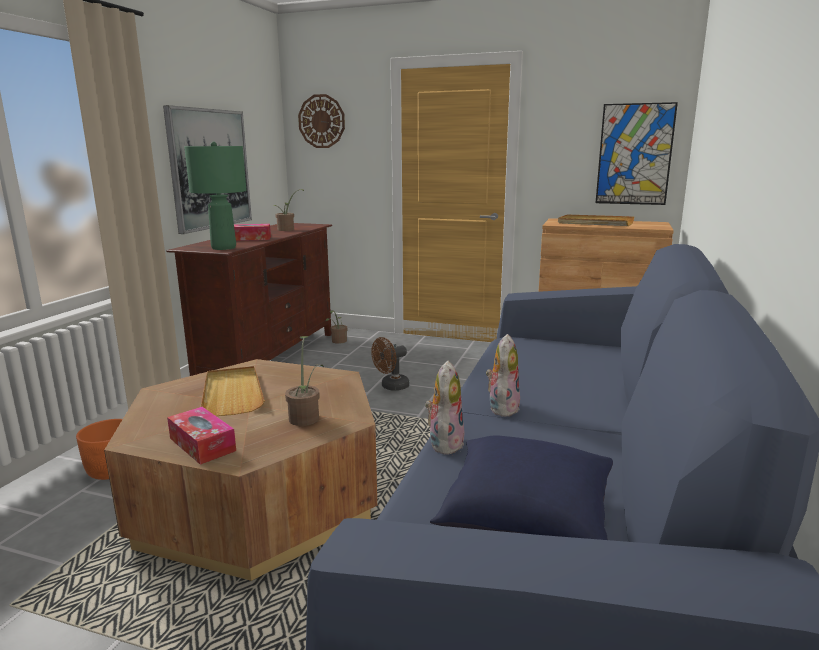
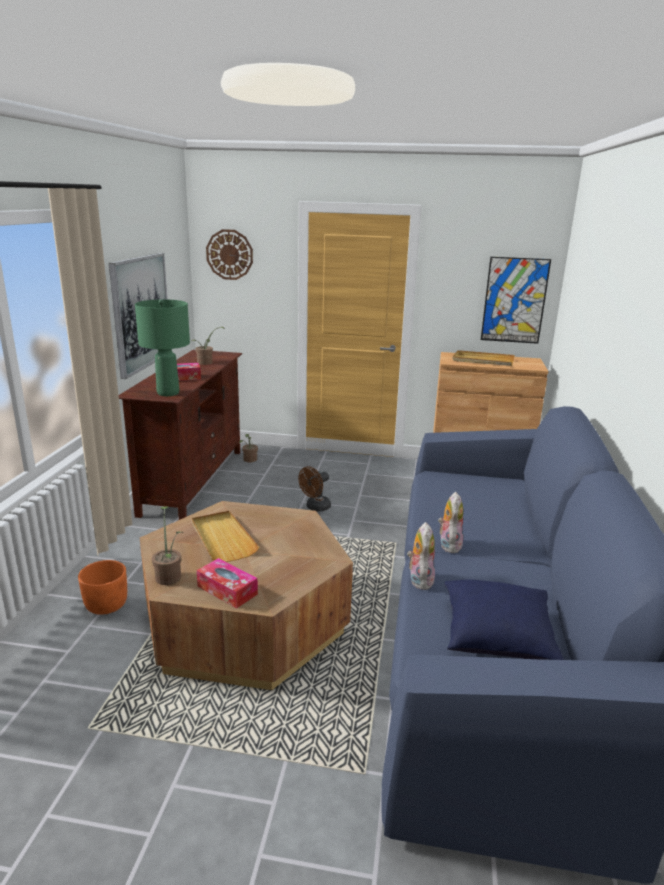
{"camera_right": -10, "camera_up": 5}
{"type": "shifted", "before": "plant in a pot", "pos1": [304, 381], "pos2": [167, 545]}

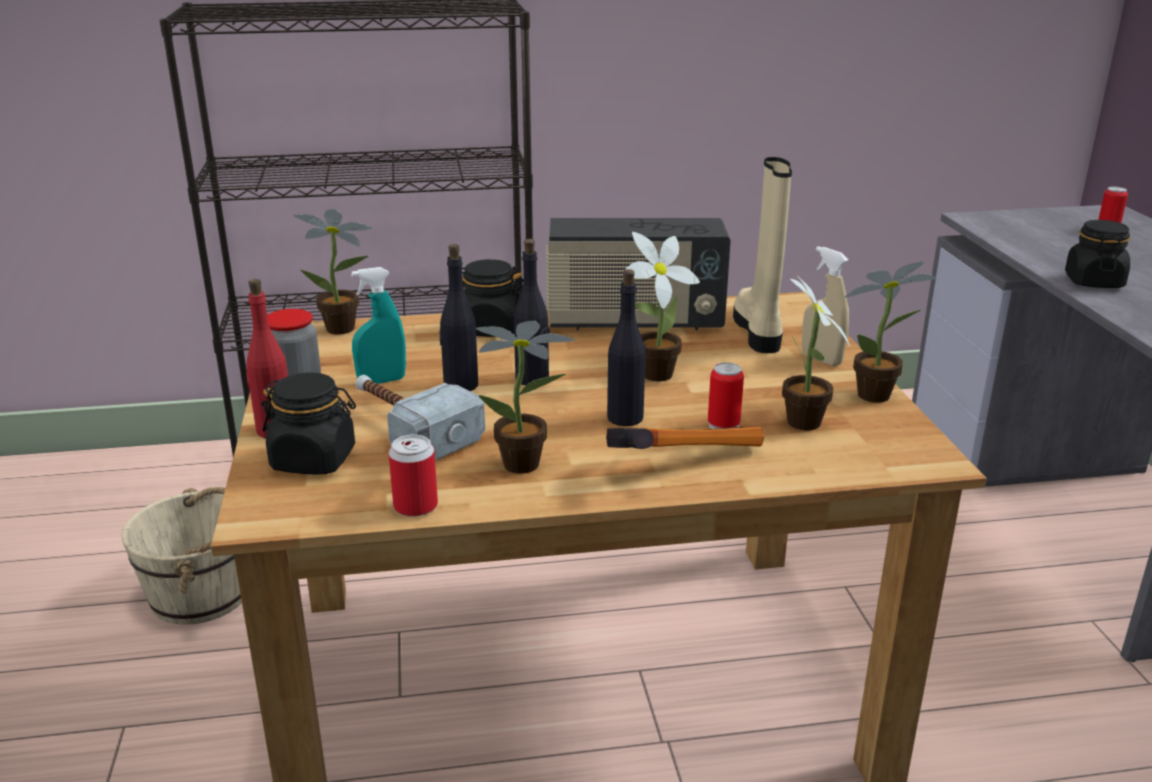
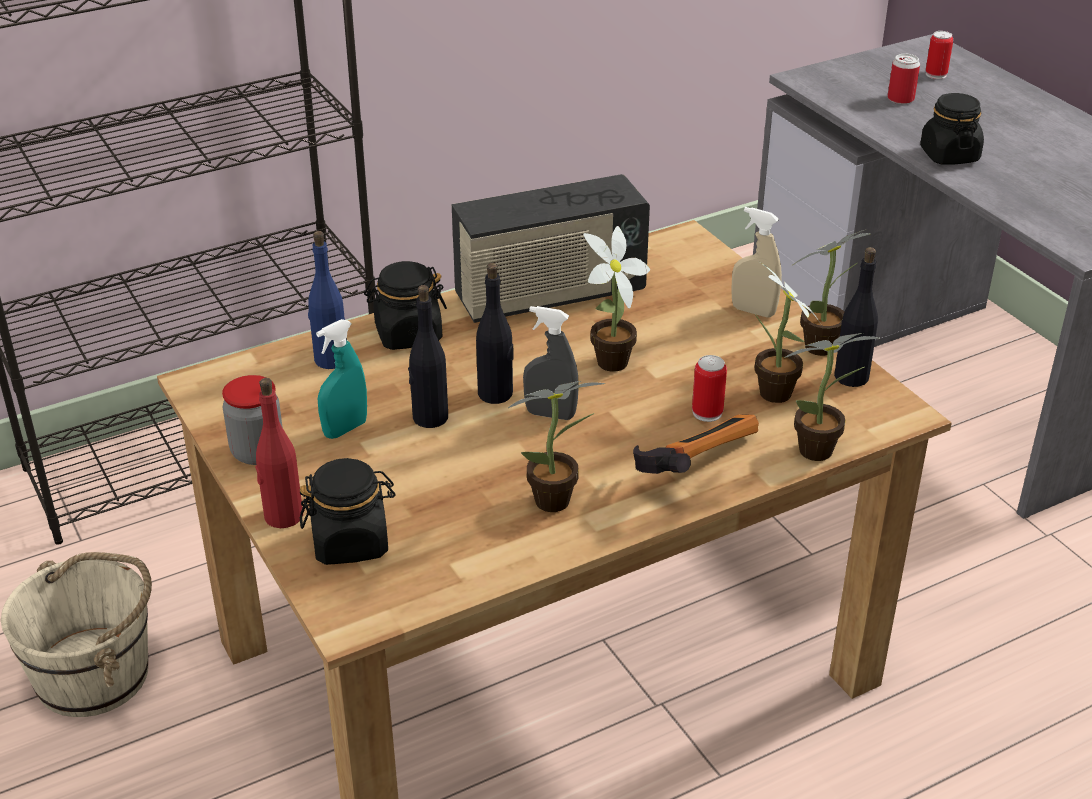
{"camera_right": -20, "camera_up": 10}
{"type": "shifted", "before": "plant in a pot", "pos1": [332, 271], "pos2": [831, 397]}
{"type": "gone", "before": "hammer", "pos1": [420, 417]}
{"type": "shifted", "before": "metal can", "pos1": [413, 475], "pos2": [903, 79]}
{"type": "shifted", "before": "beverage bottle in black", "pos1": [626, 347], "pos2": [856, 317]}
{"type": "gone", "before": "tall boot in sand-coloured", "pos1": [762, 255]}
{"type": "new", "after": "beverage bottle in bluish", "pos2": [327, 300]}
{"type": "new", "after": "hand sprayer in gray", "pos2": [551, 363]}

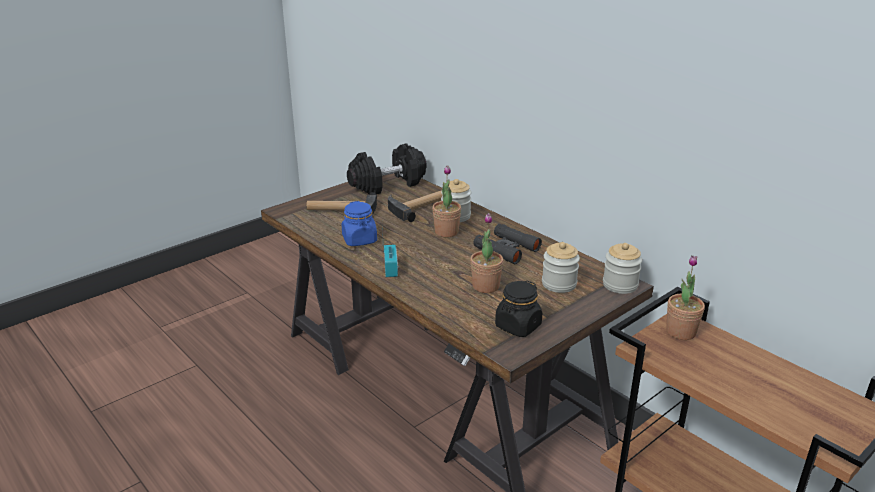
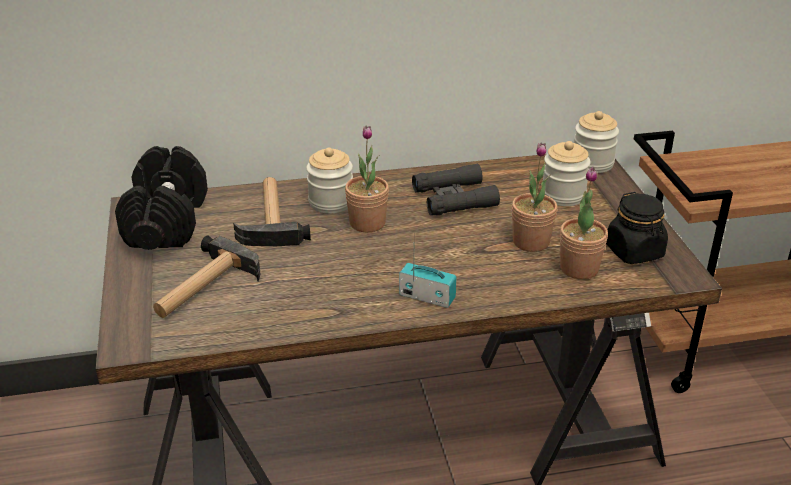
{"camera_right": -60, "camera_up": 5}
{"type": "gone", "before": "jar in bluish", "pos1": [359, 223]}
{"type": "shifted", "before": "plant in a pot", "pos1": [685, 298], "pos2": [584, 222]}

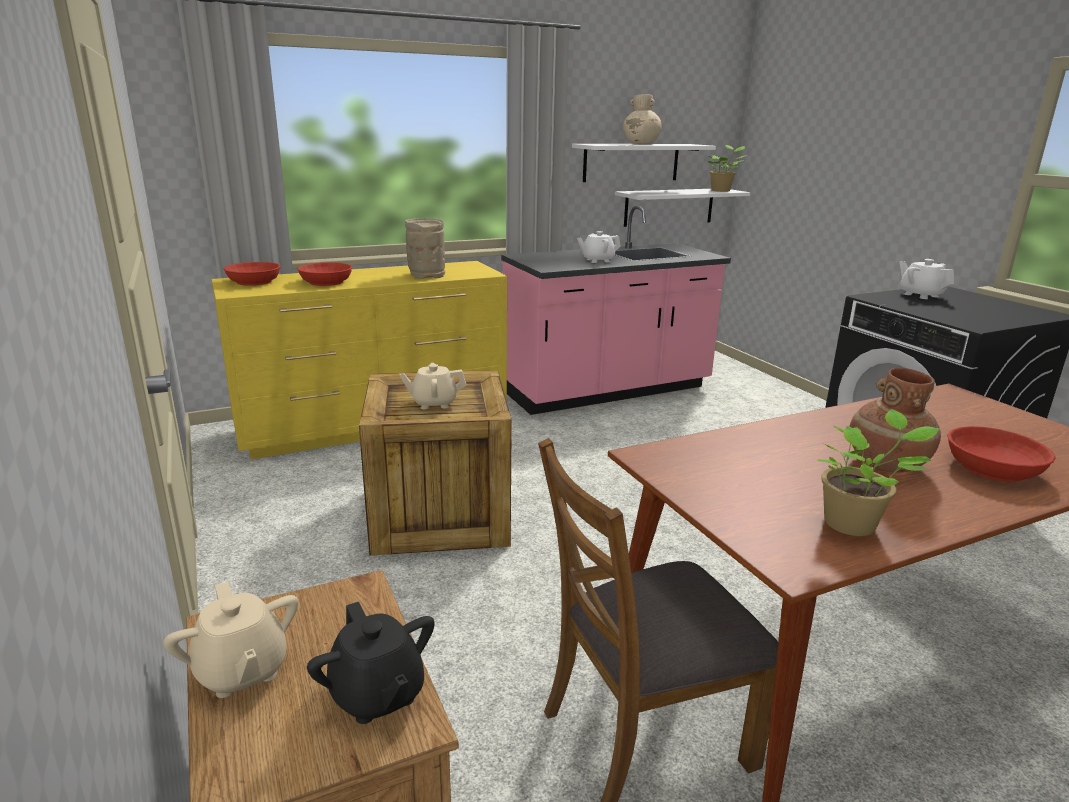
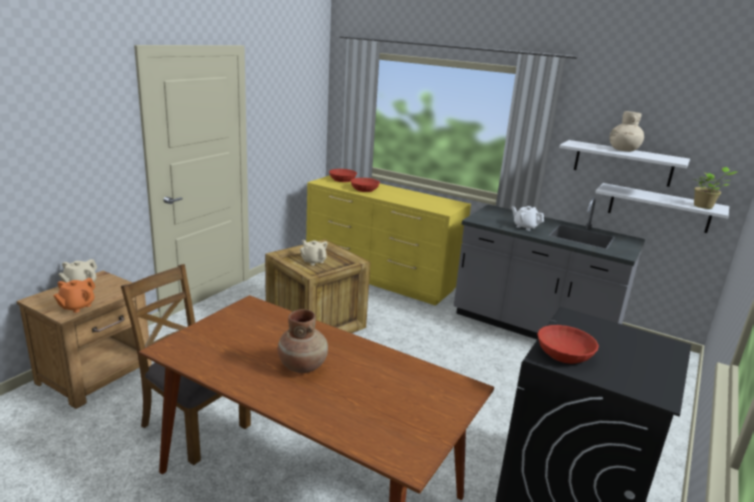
{"camera_right": 55, "camera_up": 0}
{"type": "repainted", "before": "pot for tea in black", "after": "pot for tea in orange-coloured", "pos1": [371, 663], "pos2": [74, 295]}
{"type": "gone", "before": "flower vase in sand-coloured", "pos1": [425, 248]}
{"type": "repainted", "before": "counter in pink-coloured", "after": "counter in gray", "pos1": [616, 310], "pos2": [550, 268]}
{"type": "gone", "before": "plant in a pot", "pos1": [878, 472]}
{"type": "gone", "before": "pot for tea in whitish", "pos1": [927, 279]}
{"type": "shifted", "before": "bowl in red", "pos1": [1001, 454], "pos2": [568, 344]}

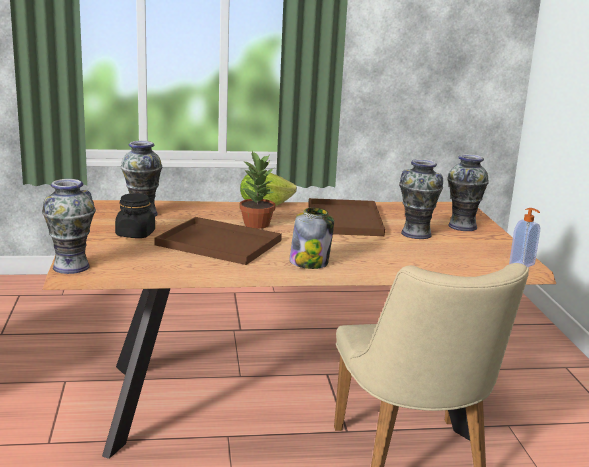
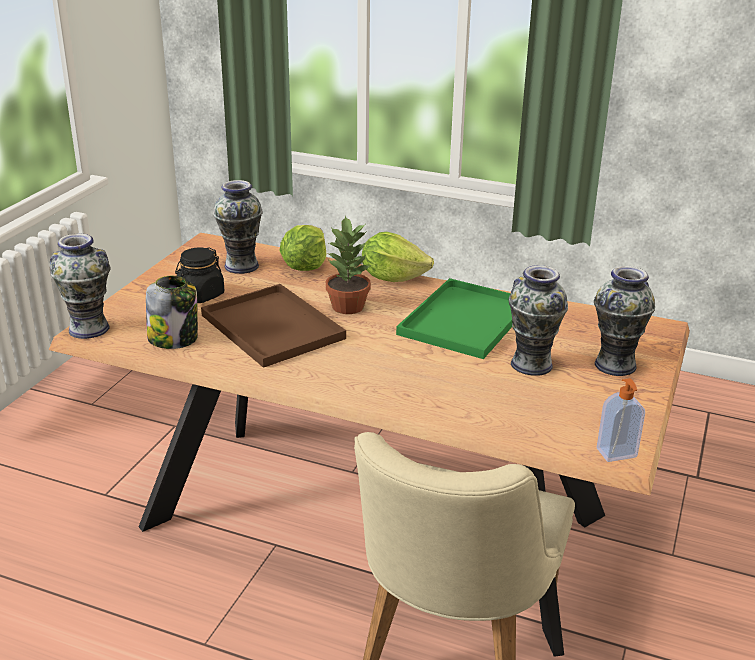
{"camera_right": 30, "camera_up": 10}
{"type": "shifted", "before": "jar", "pos1": [311, 238], "pos2": [172, 312]}
{"type": "repainted", "before": "carrying tray in brownish", "after": "carrying tray in green", "pos1": [347, 217], "pos2": [454, 318]}
{"type": "new", "after": "lettuce", "pos2": [302, 248]}

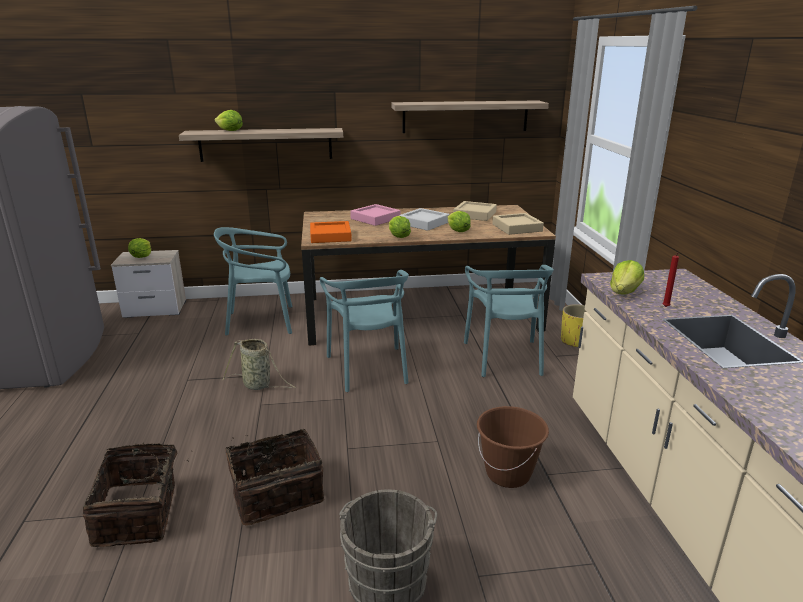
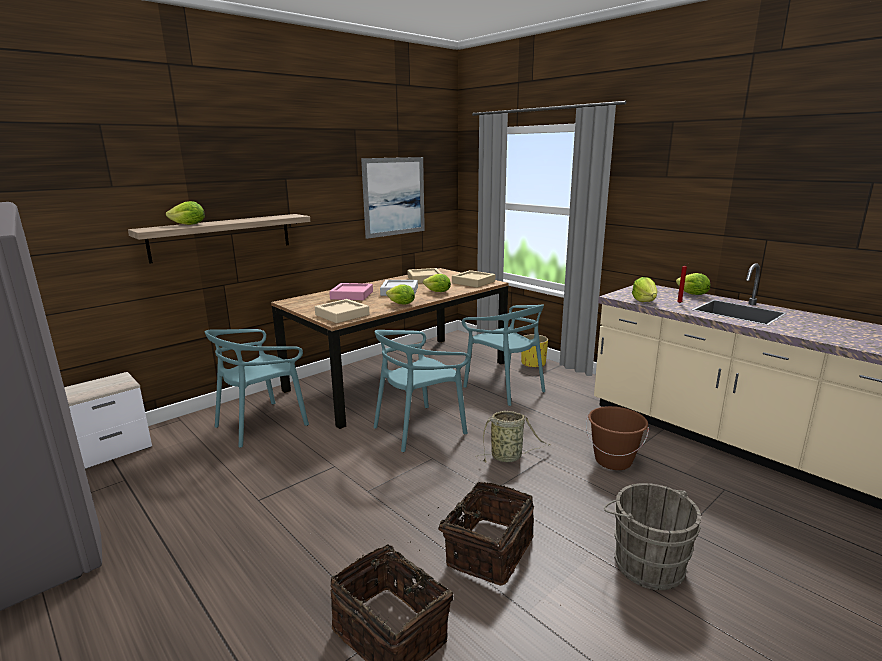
{"camera_right": -35, "camera_up": -5}
{"type": "shifted", "before": "lettuce", "pos1": [139, 248], "pos2": [693, 284]}
{"type": "shifted", "before": "basket", "pos1": [259, 364], "pos2": [513, 437]}
{"type": "repainted", "before": "carrying tray in orange-coloured", "after": "carrying tray in sand-coloured", "pos1": [331, 232], "pos2": [342, 311]}
{"type": "rotated", "before": "plain chair in turquoise-coloured", "pos1": [364, 331], "pos2": [422, 391], "turn": 105}
{"type": "swapped", "before": "wall shelf", "after": "wall art", "pos1": [470, 116], "pos2": [393, 198]}

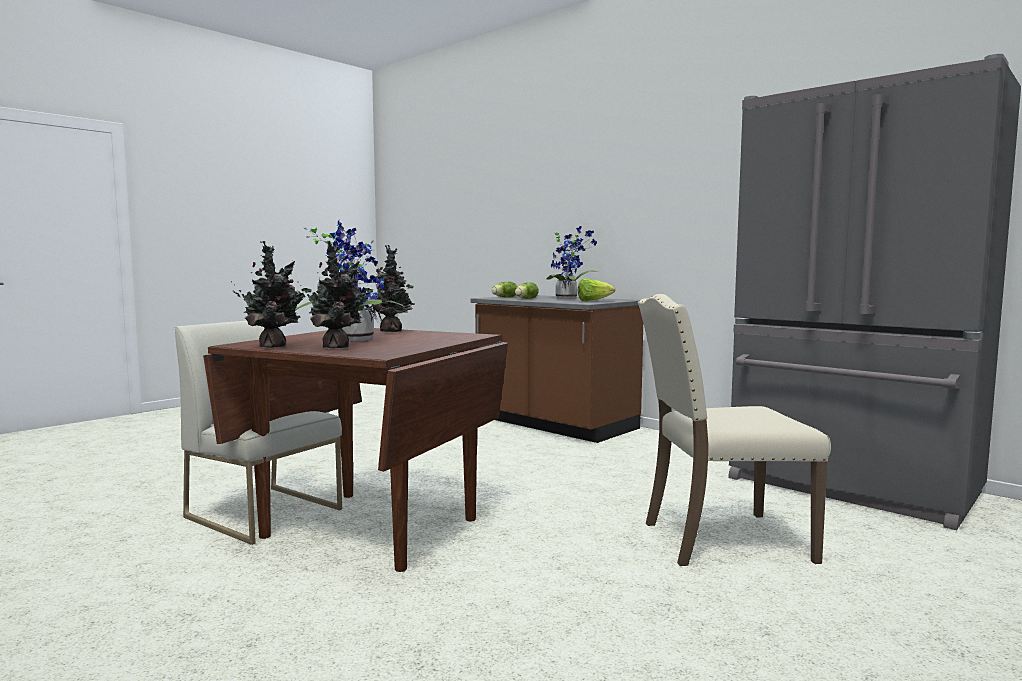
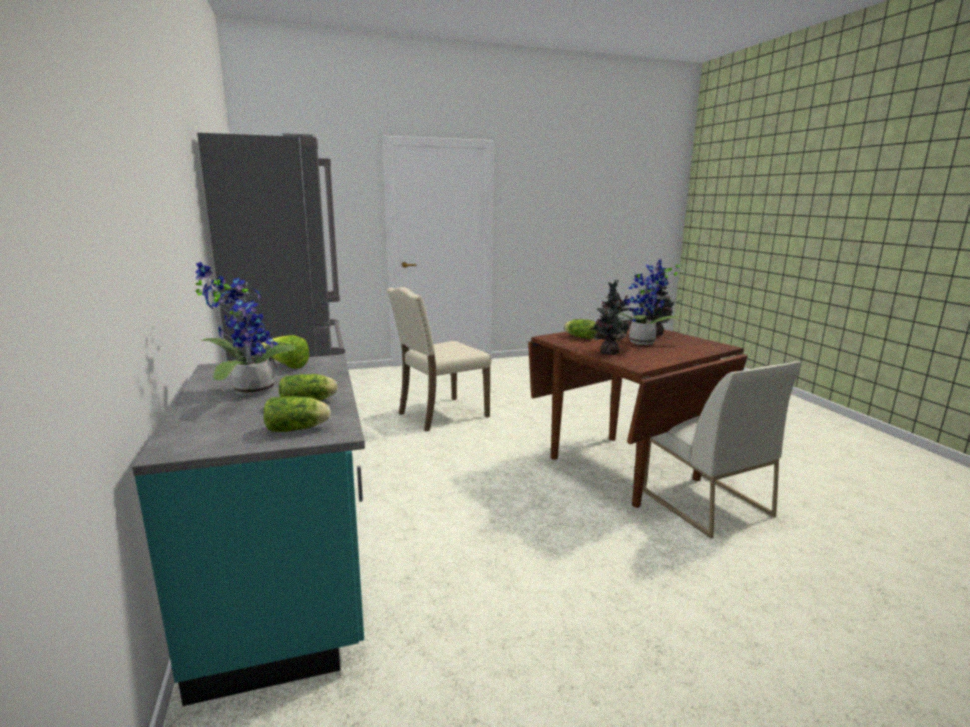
{"camera_right": -150, "camera_up": 10}
{"type": "gone", "before": "plant in a pot", "pos1": [271, 294]}
{"type": "repainted", "before": "counter in brownish", "after": "counter in turquoise-coloured", "pos1": [557, 369], "pos2": [248, 530]}
{"type": "rotated", "before": "plain chair in sand-coloured", "pos1": [734, 430], "pos2": [439, 359], "turn": 120}
{"type": "new", "after": "lettuce", "pos2": [580, 329]}

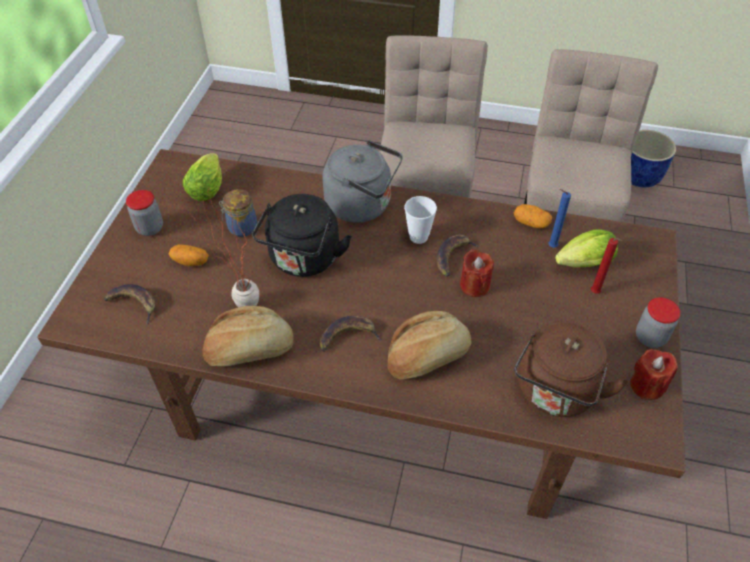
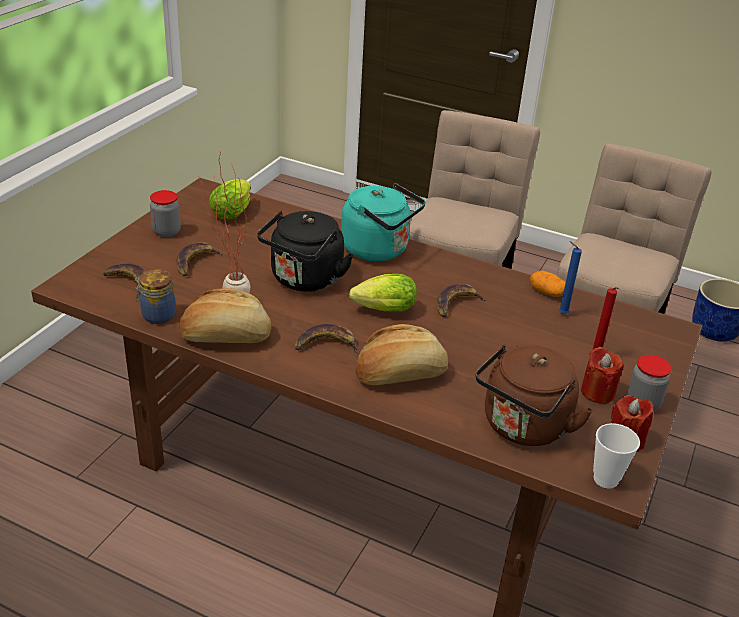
{"camera_right": 10, "camera_up": -15}
{"type": "swapped", "before": "whole potato", "after": "banana fruit", "pos1": [189, 255], "pos2": [199, 259]}
{"type": "shifted", "before": "jar", "pos1": [238, 213], "pos2": [155, 296]}
{"type": "repainted", "before": "tea kettle in gray", "after": "tea kettle in turquoise-coloured", "pos1": [363, 181], "pos2": [383, 222]}
{"type": "shifted", "before": "small cup", "pos1": [420, 220], "pos2": [616, 456]}
{"type": "shifted", "before": "wax light in red", "pos1": [477, 273], "pos2": [602, 375]}
{"type": "shifted", "before": "lettuce", "pos1": [586, 248], "pos2": [383, 293]}

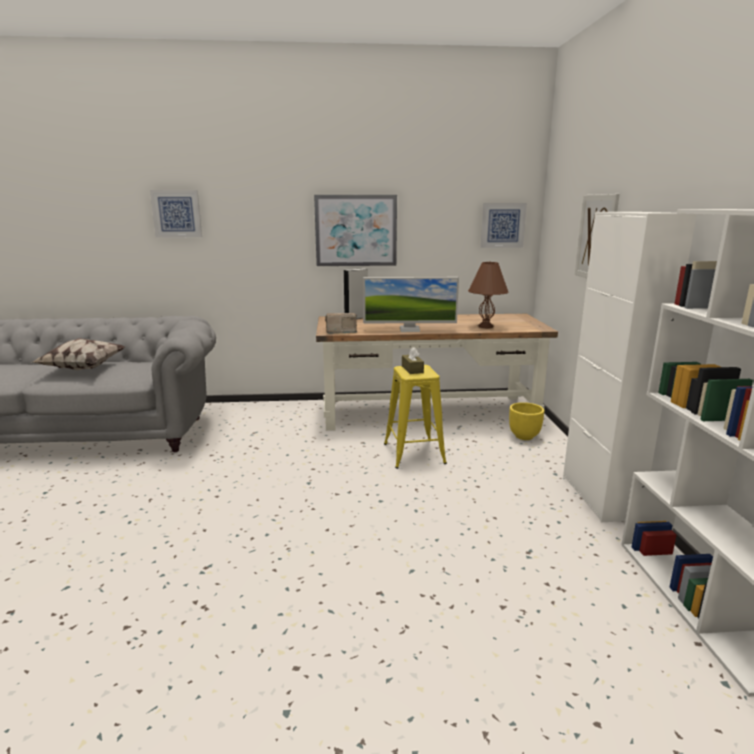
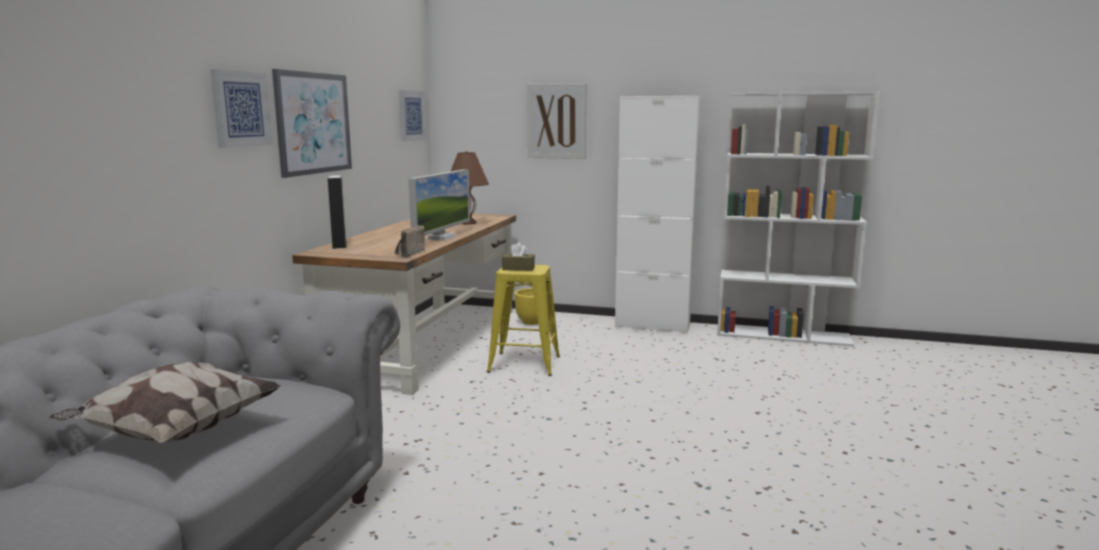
{"camera_right": -70, "camera_up": -5}
{"type": "shifted", "before": "wall art", "pos1": [176, 214], "pos2": [241, 108]}

